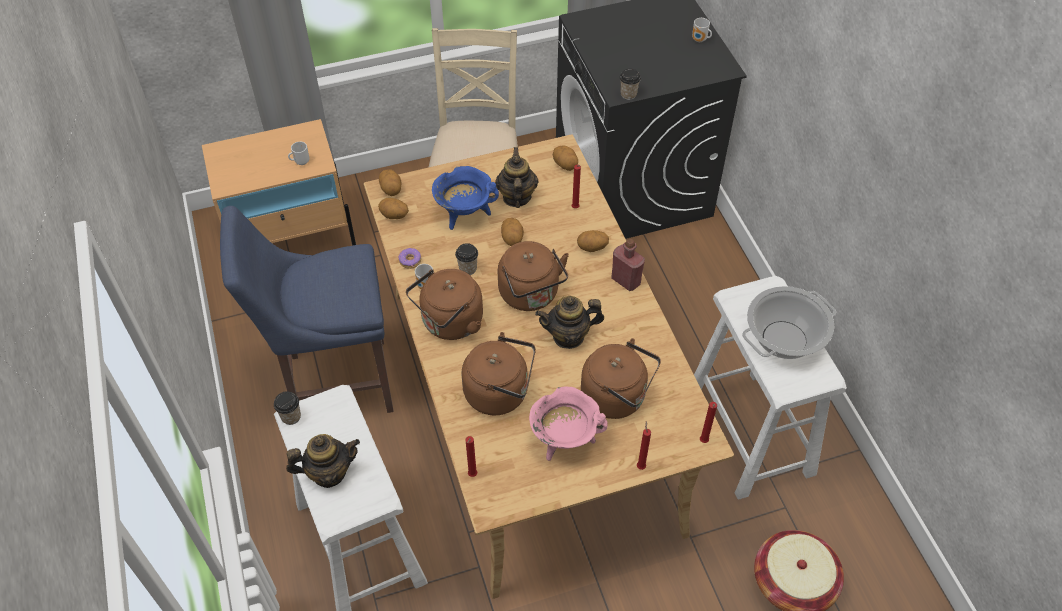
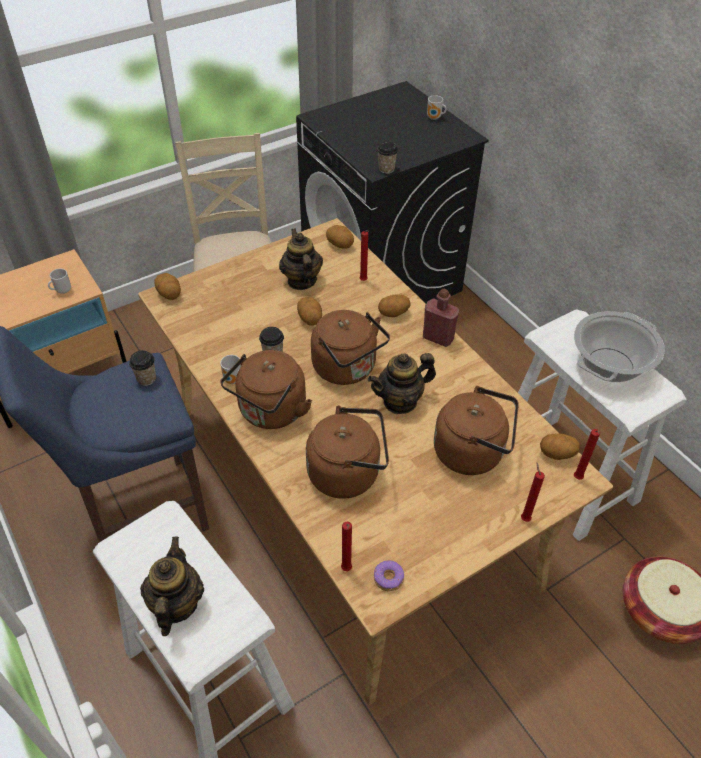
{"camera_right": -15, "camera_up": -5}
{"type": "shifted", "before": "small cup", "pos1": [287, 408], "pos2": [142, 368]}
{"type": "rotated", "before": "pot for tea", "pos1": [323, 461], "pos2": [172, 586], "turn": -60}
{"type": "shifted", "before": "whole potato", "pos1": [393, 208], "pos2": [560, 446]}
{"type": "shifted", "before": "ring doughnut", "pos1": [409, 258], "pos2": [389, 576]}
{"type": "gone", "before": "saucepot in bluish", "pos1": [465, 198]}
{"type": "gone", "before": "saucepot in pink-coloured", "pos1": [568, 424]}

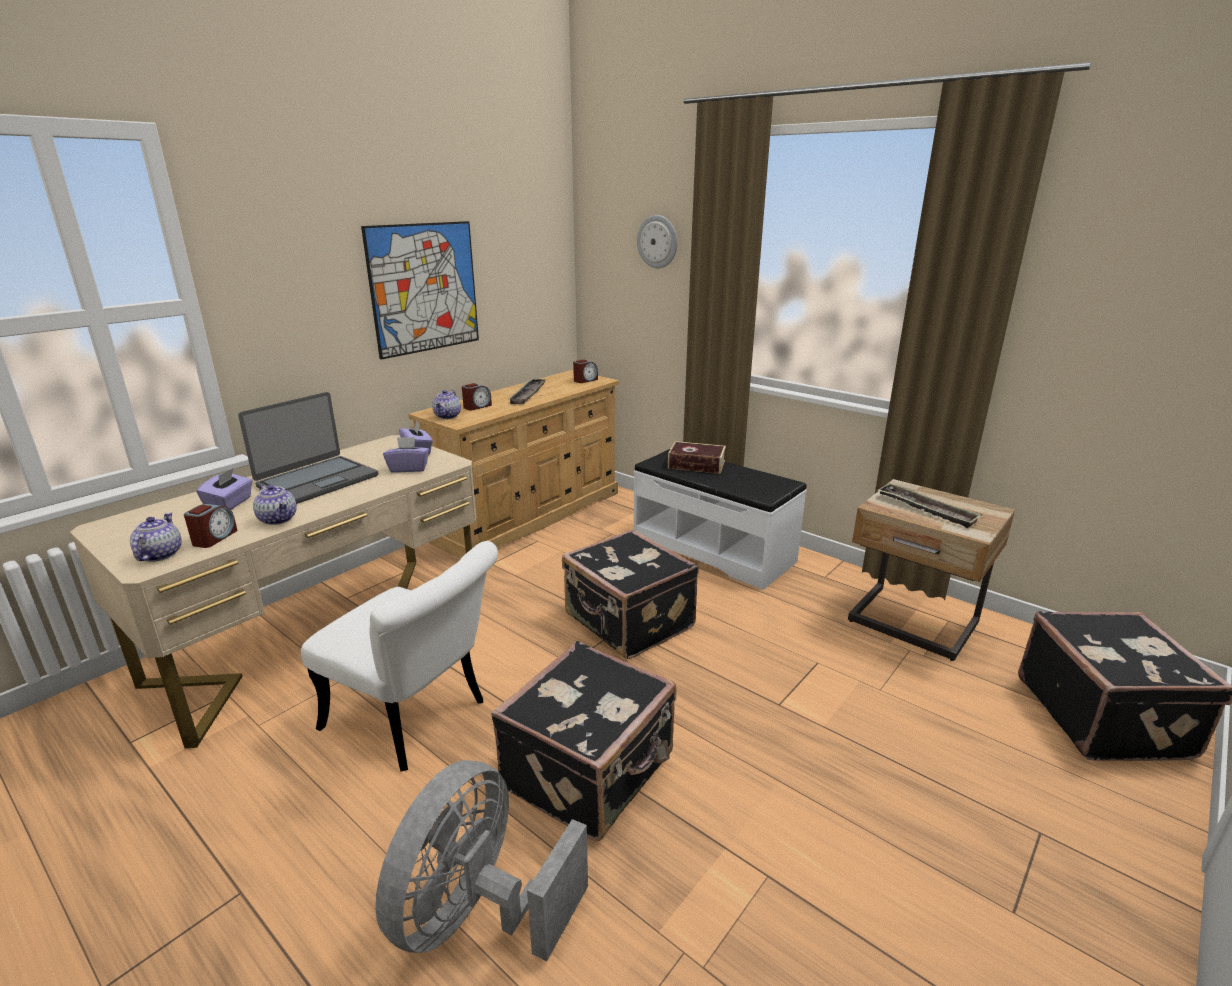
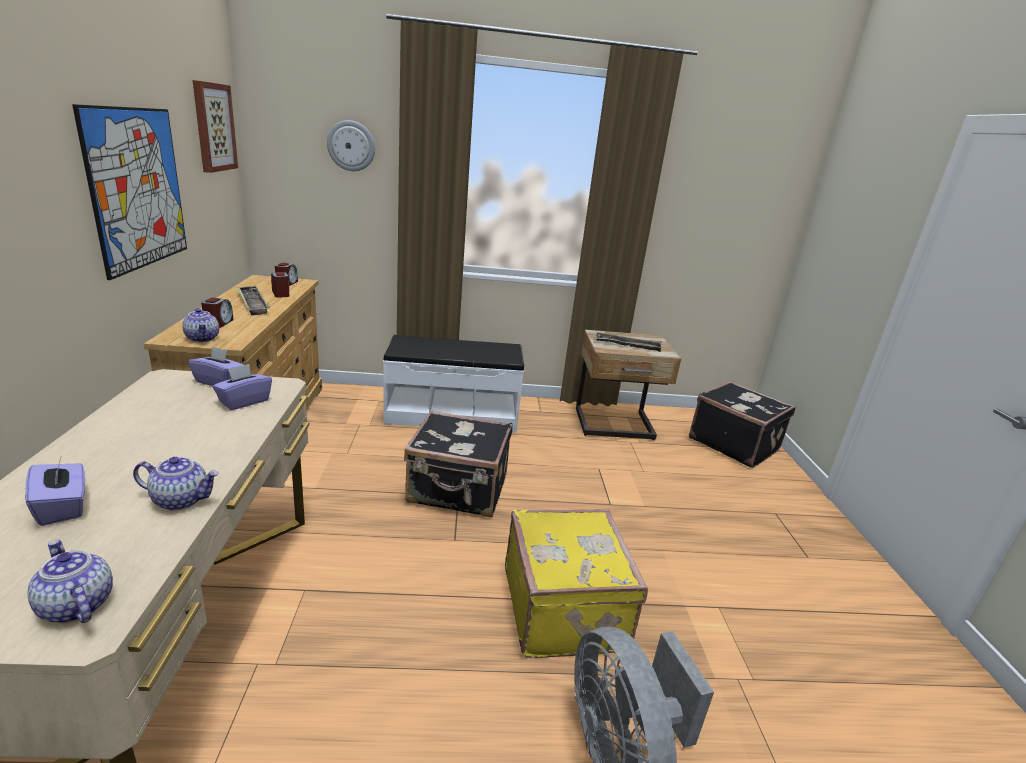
{"camera_right": -45, "camera_up": 0}
{"type": "shifted", "before": "alarm clock", "pos1": [211, 526], "pos2": [280, 285]}
{"type": "gone", "before": "laptop", "pos1": [308, 448]}
{"type": "gone", "before": "plain chair in whitish", "pos1": [399, 656]}
{"type": "repainted", "before": "suitcase in black", "after": "suitcase in yellow-coloured", "pos1": [584, 741], "pos2": [576, 583]}
{"type": "gone", "before": "book", "pos1": [697, 457]}
{"type": "new", "after": "wall art", "pos2": [215, 126]}

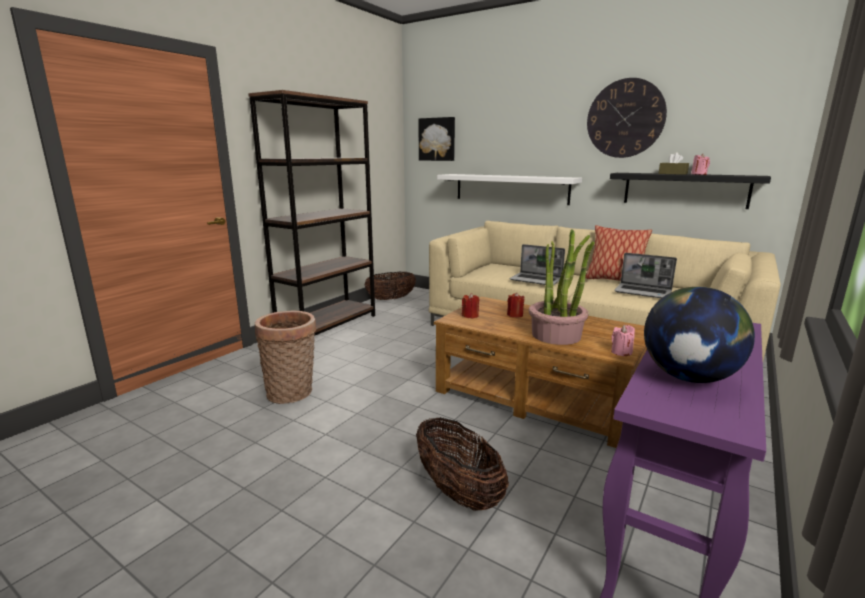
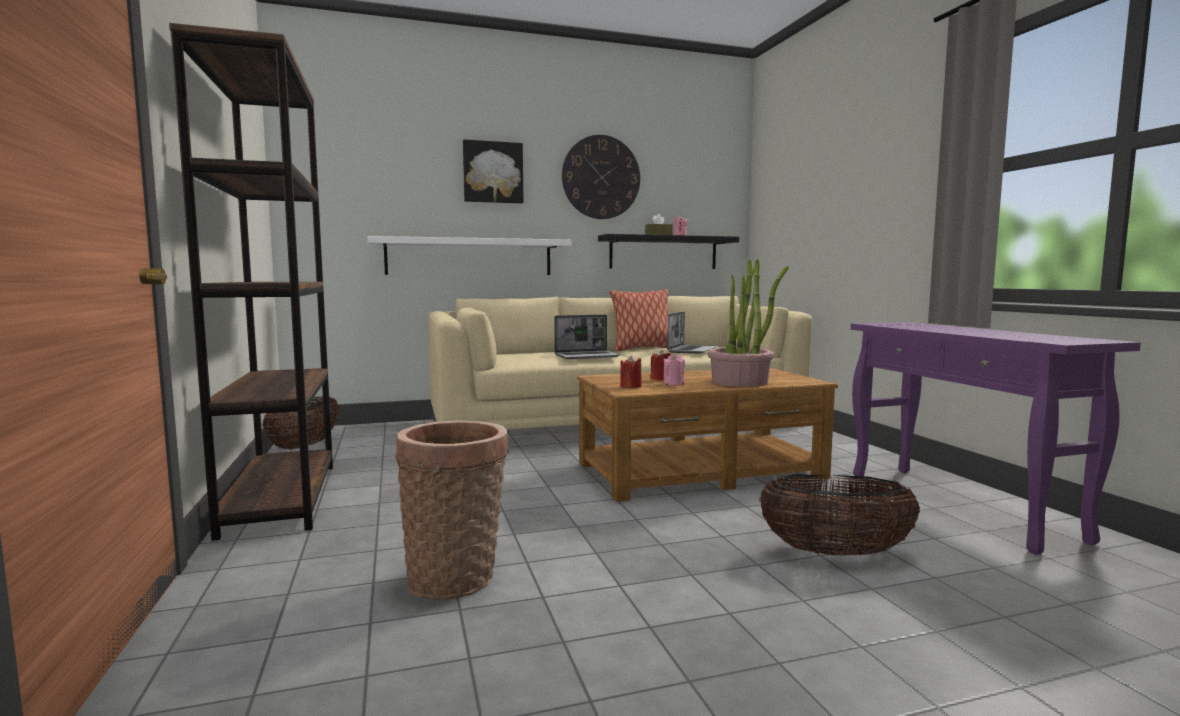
{"camera_right": -50, "camera_up": -10}
{"type": "shifted", "before": "wall art", "pos1": [436, 139], "pos2": [493, 171]}
{"type": "shifted", "before": "wax light in pink-coloured", "pos1": [623, 340], "pos2": [674, 369]}
{"type": "rotated", "before": "laptop", "pos1": [645, 275], "pos2": [692, 333], "turn": -45}
{"type": "gone", "before": "world globe", "pos1": [699, 334]}

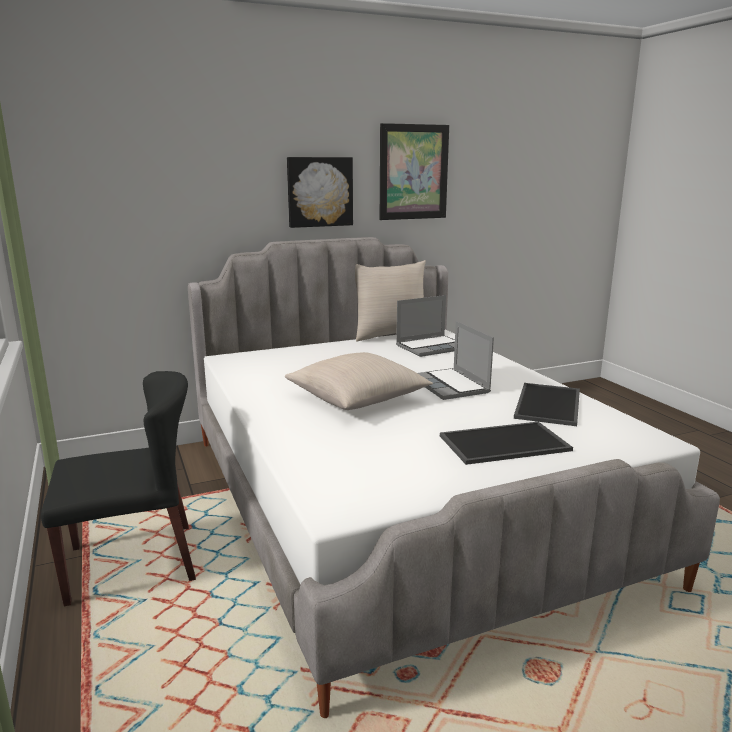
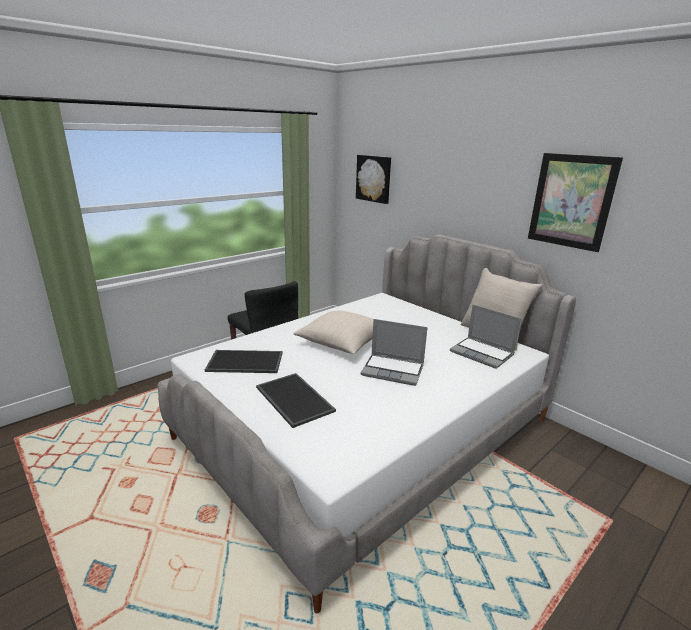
{"camera_right": 70, "camera_up": 5}
{"type": "shifted", "before": "wall art", "pos1": [320, 192], "pos2": [373, 179]}
{"type": "rotated", "before": "laptop", "pos1": [456, 360], "pos2": [394, 352], "turn": -120}
{"type": "shifted", "before": "carrying tray", "pos1": [547, 404], "pos2": [244, 361]}

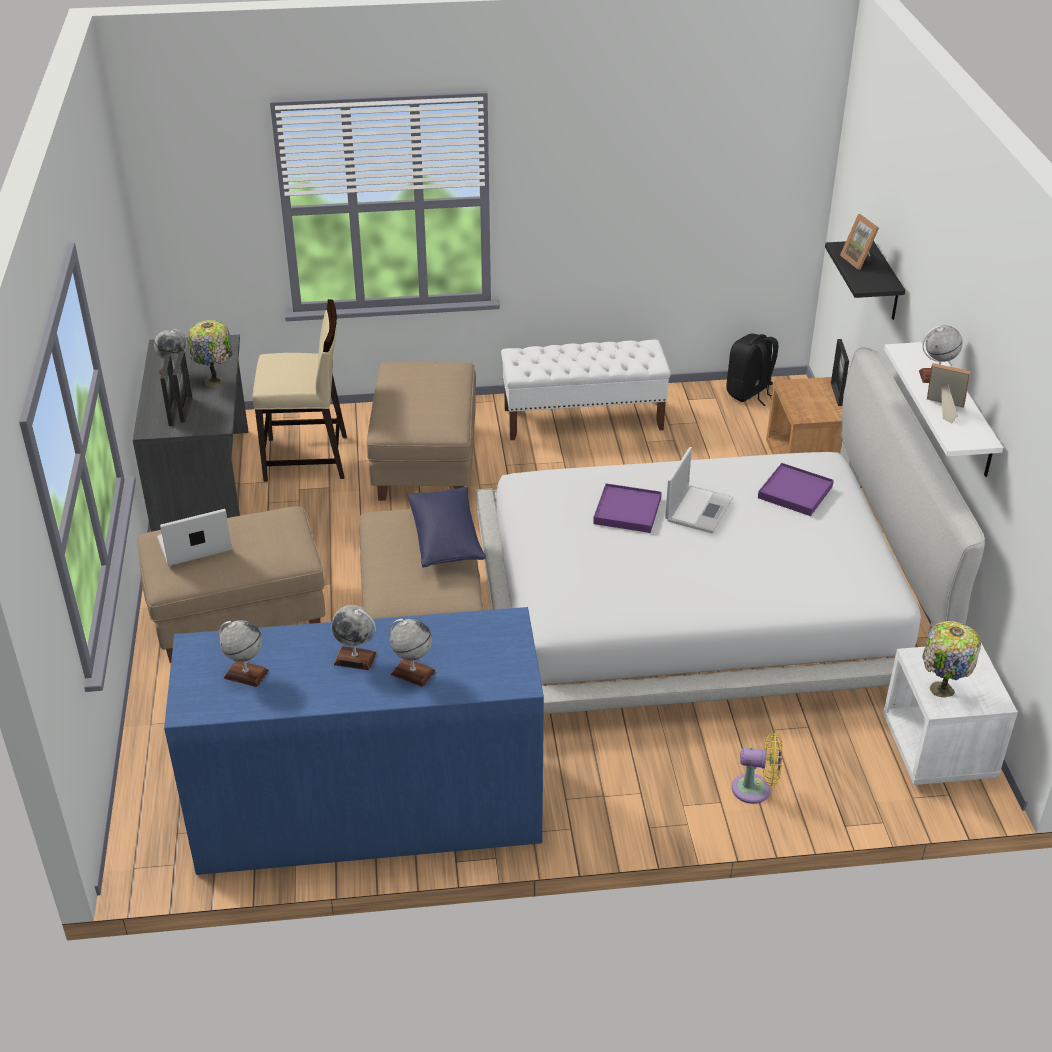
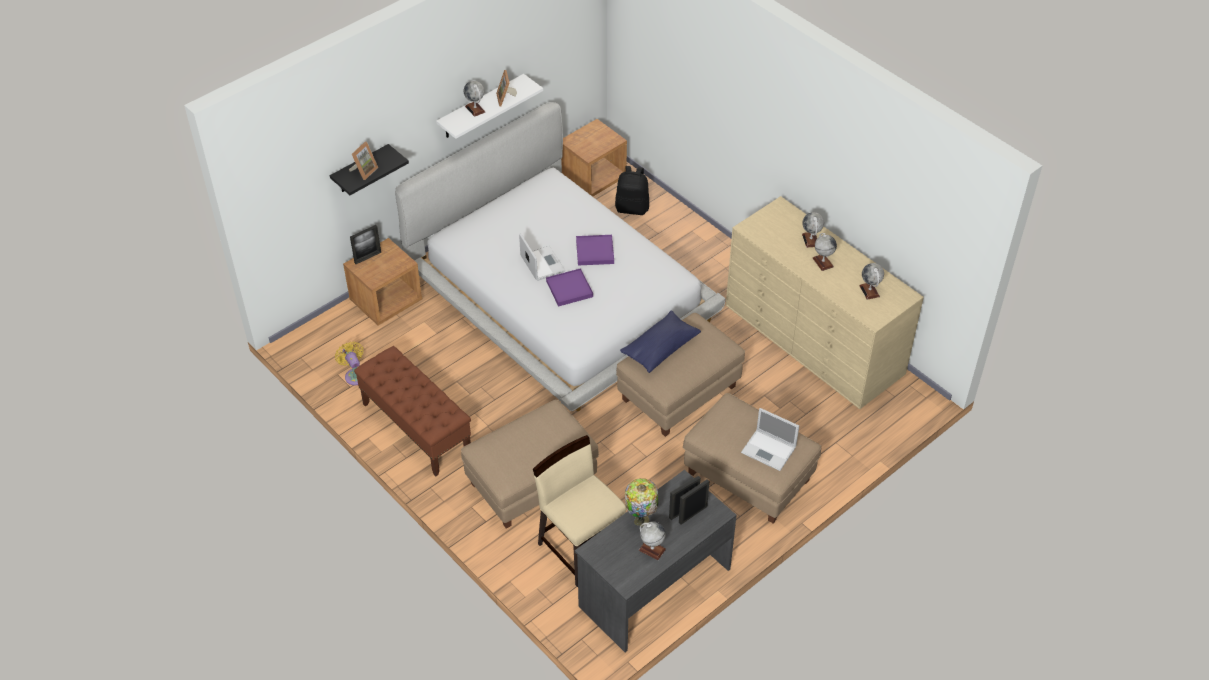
{"camera_right": -125, "camera_up": 10}
{"type": "repainted", "before": "chest of drawers in bluish", "after": "chest of drawers in sand-coloured", "pos1": [354, 741], "pos2": [825, 302]}
{"type": "repainted", "before": "long seat in whitish", "after": "long seat in brownish", "pos1": [586, 390], "pos2": [412, 411]}
{"type": "rotated", "before": "laptop", "pos1": [699, 490], "pos2": [542, 257], "turn": 75}
{"type": "shifted", "before": "rucksack in black", "pos1": [752, 370], "pos2": [632, 190]}
{"type": "shifted", "before": "cooling fan in yellow-coloured", "pos1": [757, 768], "pos2": [349, 363]}
{"type": "shifted", "before": "carrying tray in purplish", "pos1": [796, 489], "pos2": [595, 250]}
{"type": "repainted", "before": "night table in whitish", "after": "night table in brownish", "pos1": [950, 714], "pos2": [594, 158]}
{"type": "gone", "before": "table lamp", "pos1": [951, 659]}

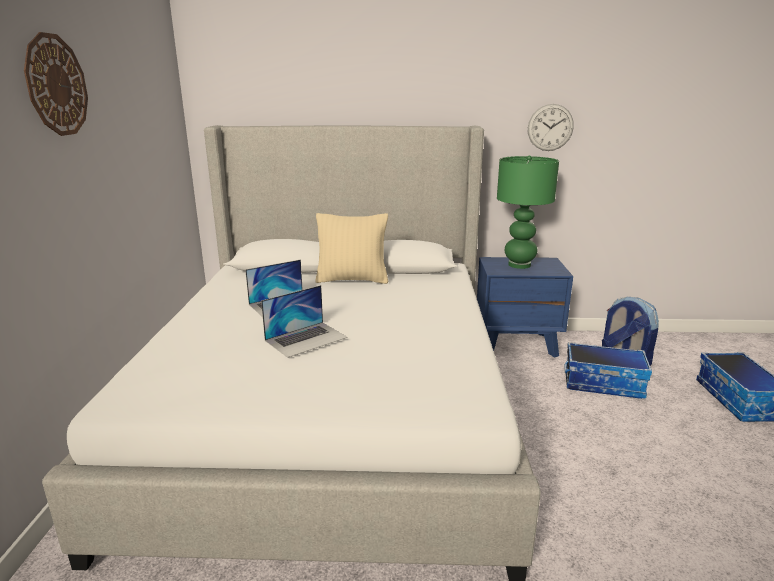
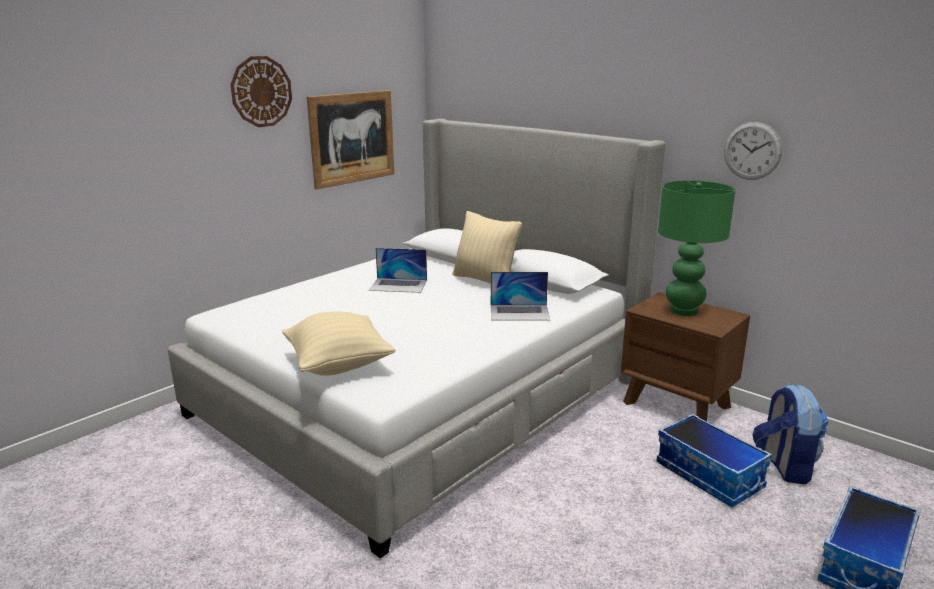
{"camera_right": 40, "camera_up": 0}
{"type": "shifted", "before": "laptop", "pos1": [304, 321], "pos2": [520, 296]}
{"type": "repainted", "before": "night table in bluish", "after": "night table in brownish", "pos1": [525, 307], "pos2": [685, 357]}
{"type": "new", "after": "cushion in sand-coloured", "pos2": [339, 344]}
{"type": "new", "after": "wall art", "pos2": [350, 139]}

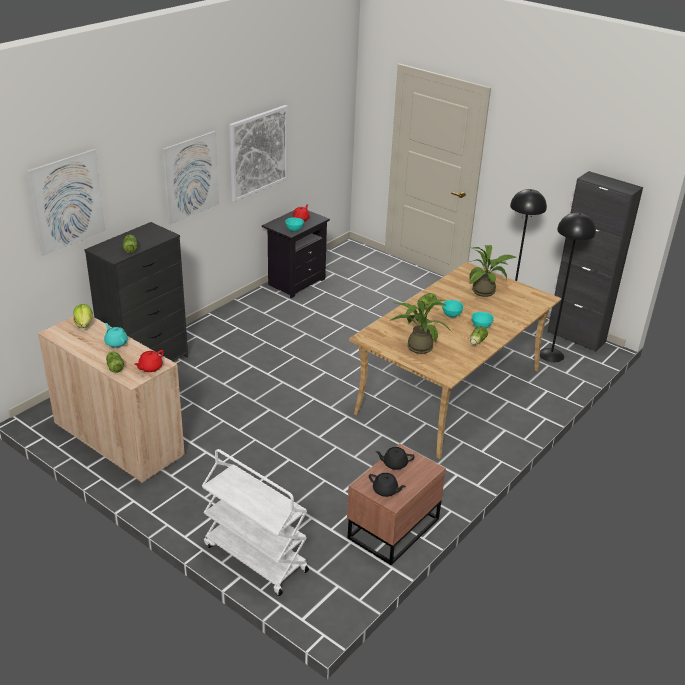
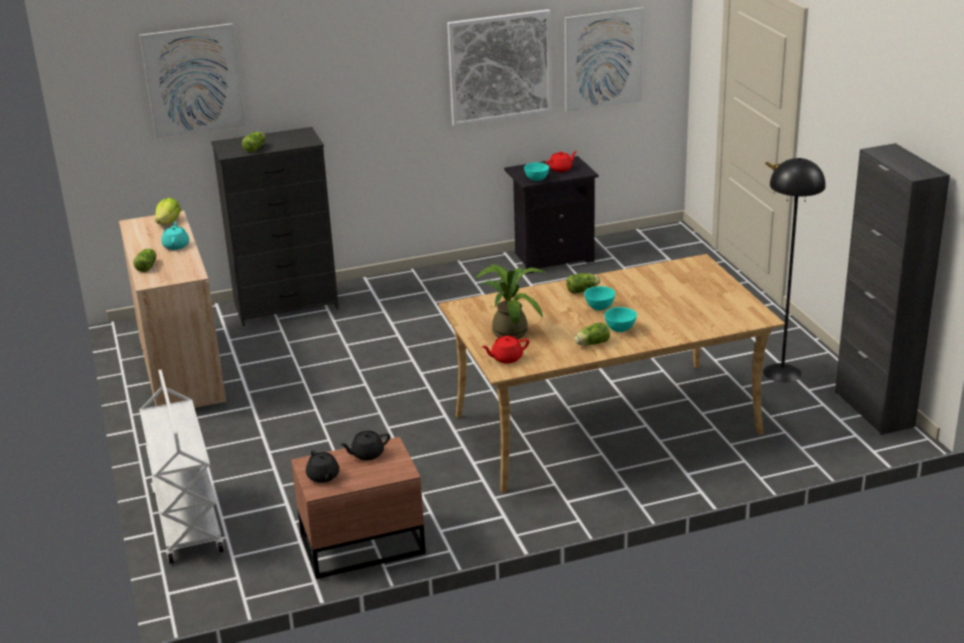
{"camera_right": 35, "camera_up": -5}
{"type": "shifted", "before": "pot for tea in red", "pos1": [149, 361], "pos2": [505, 350]}
{"type": "shifted", "before": "wall art", "pos1": [190, 178], "pos2": [604, 59]}
{"type": "rotated", "before": "pot for tea in black", "pos1": [395, 458], "pos2": [365, 445], "turn": -60}
{"type": "gone", "before": "plant in a pot", "pos1": [493, 271]}
{"type": "gone", "before": "standing lamp in black", "pos1": [568, 287]}

